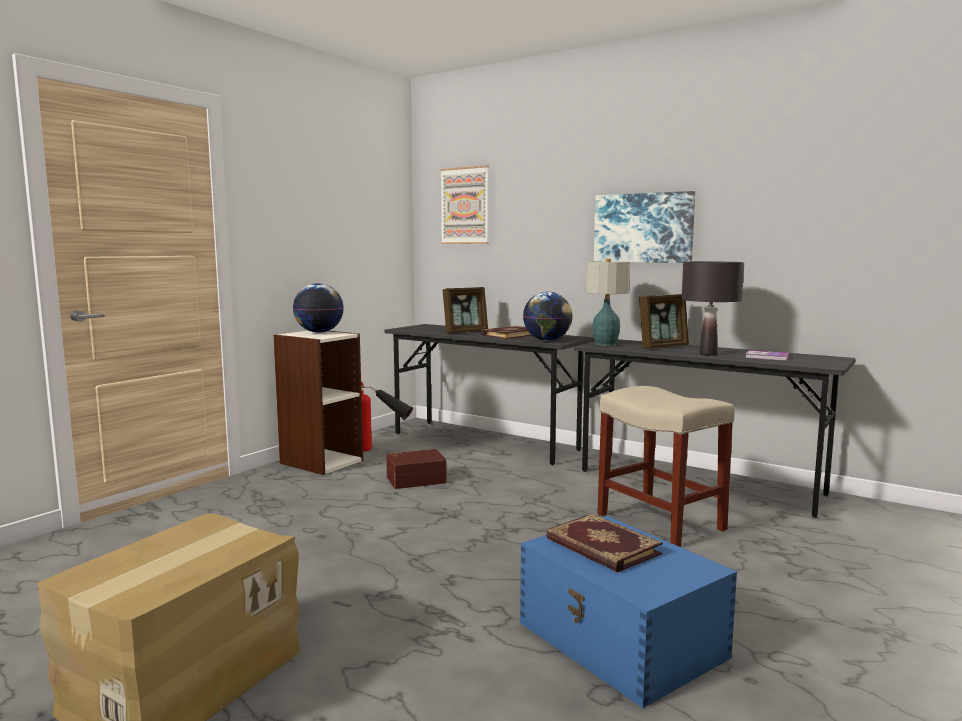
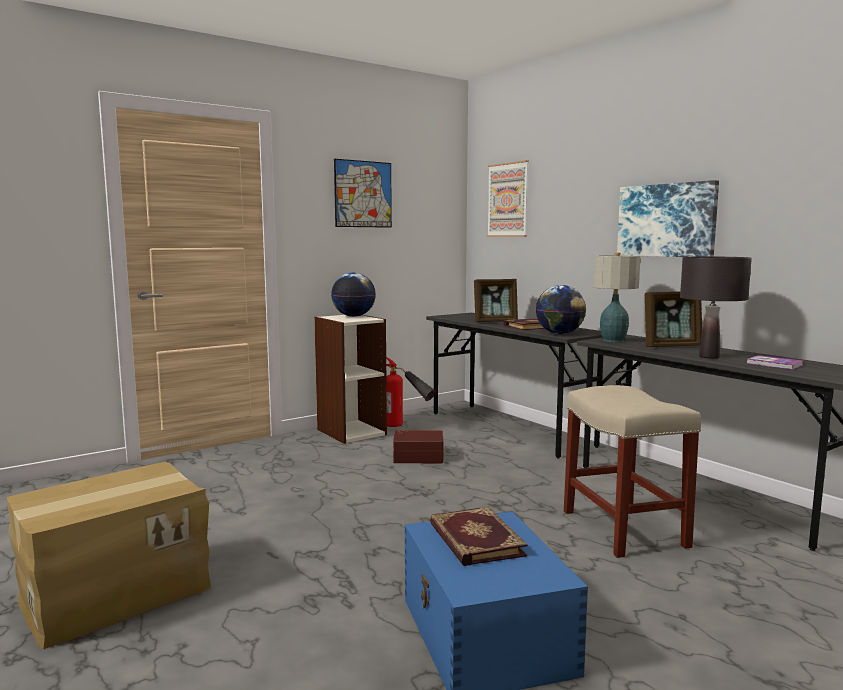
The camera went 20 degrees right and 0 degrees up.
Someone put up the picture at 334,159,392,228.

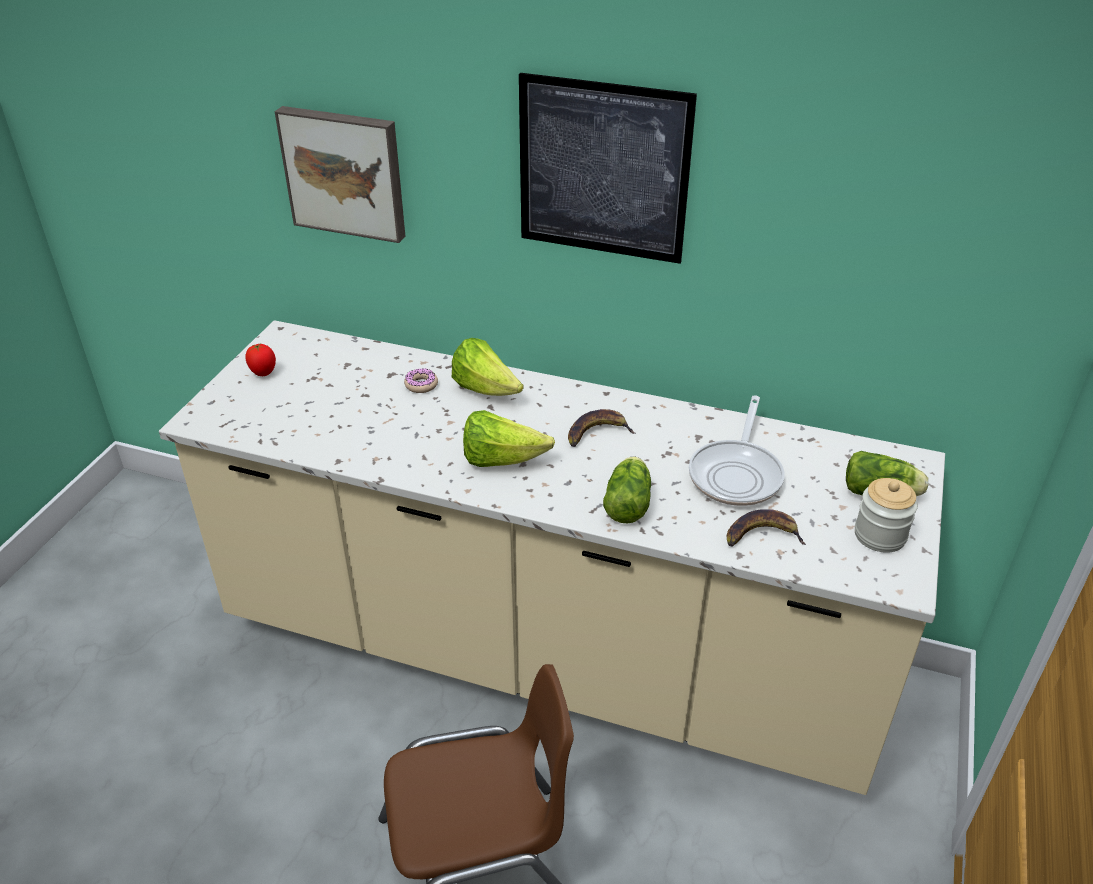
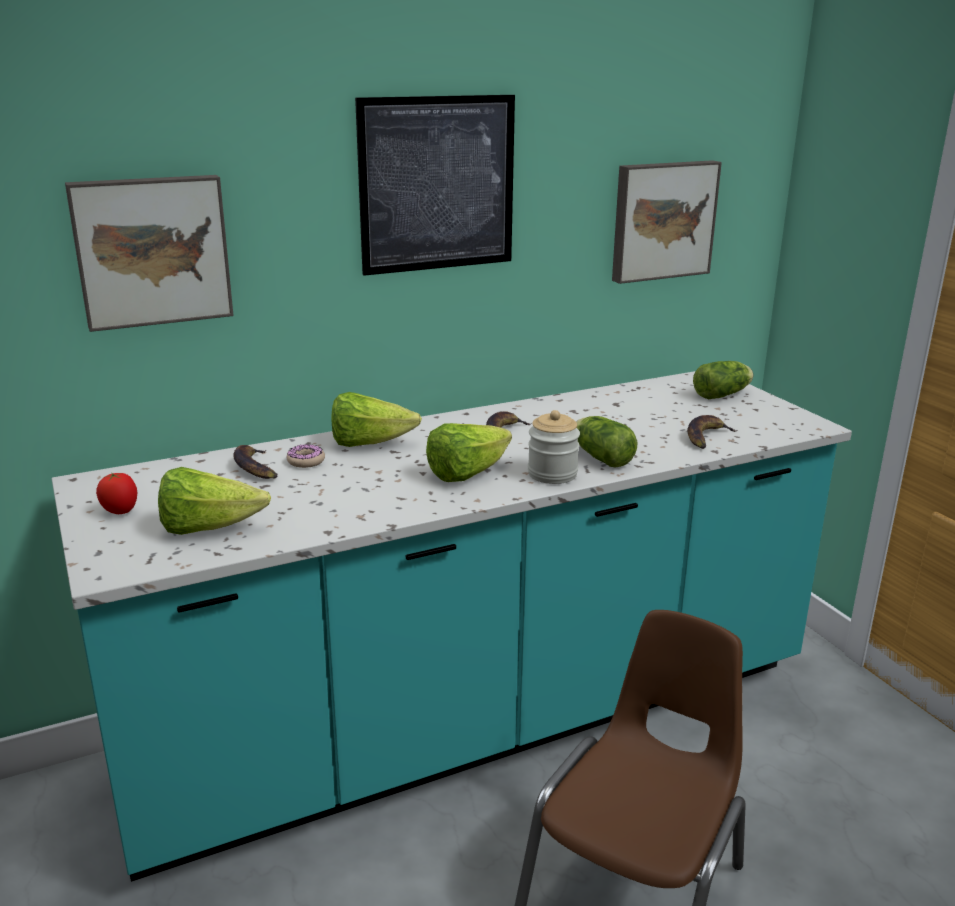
The camera went 45 degrees left and 15 degrees down.
Someone repainted the beige counter at 159,320,945,795, which became the turquoise counter at 52,371,852,882.
Someone put down the lettuce at 158,467,271,535.
Someone put down the banana at 233,445,277,479.
Someone carried the jar from 855,478,918,553 to 528,410,580,484.
Someone put up the picture at 612,160,722,284.
Someone took away the frying pan at 689,395,785,506.

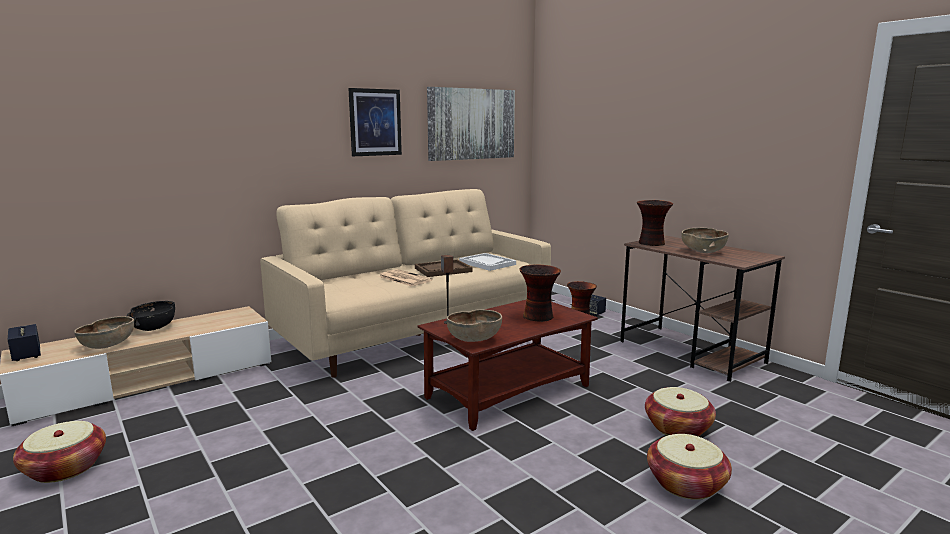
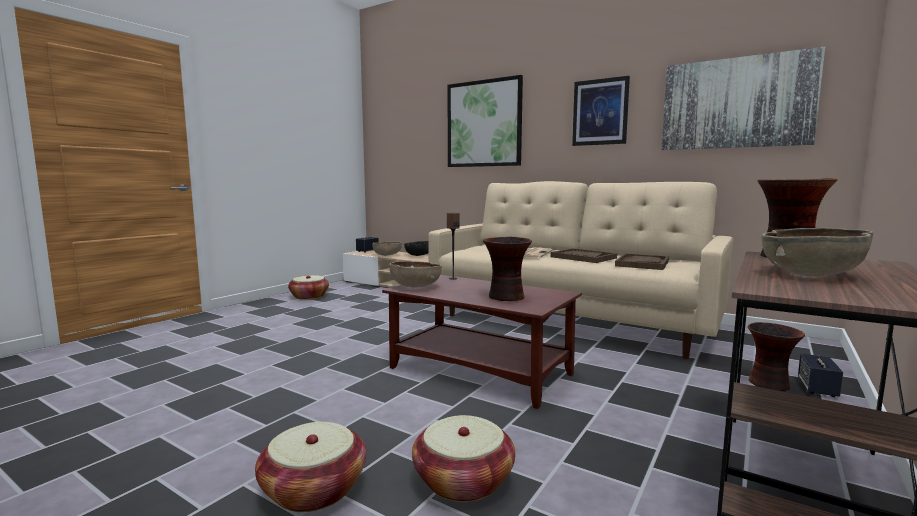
The camera went 70 degrees right and 5 degrees down.
Someone put up the picture at 448,75,523,167.
Someone repainted the white tray at 459,253,516,271, which became the brown tray at 615,253,669,270.

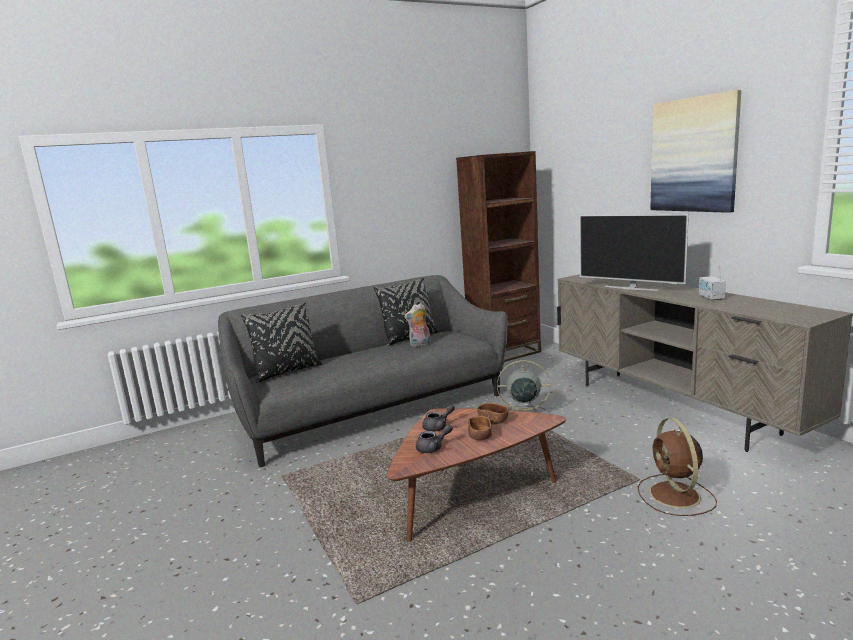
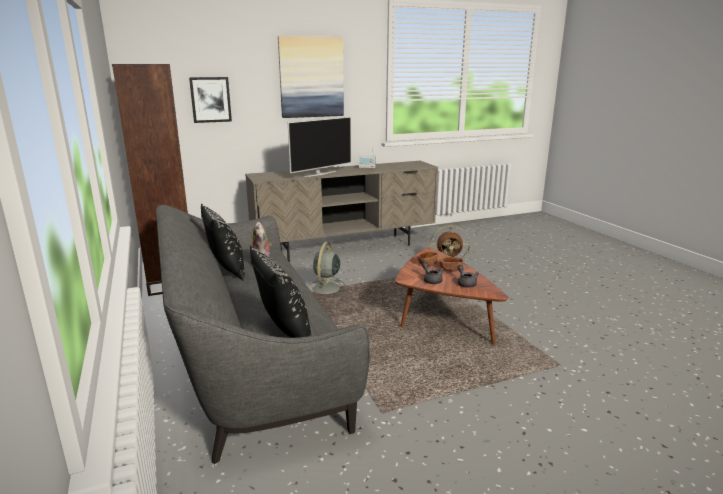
The camera went 85 degrees left and 5 degrees up.
Someone put up the picture at 189,77,232,123.

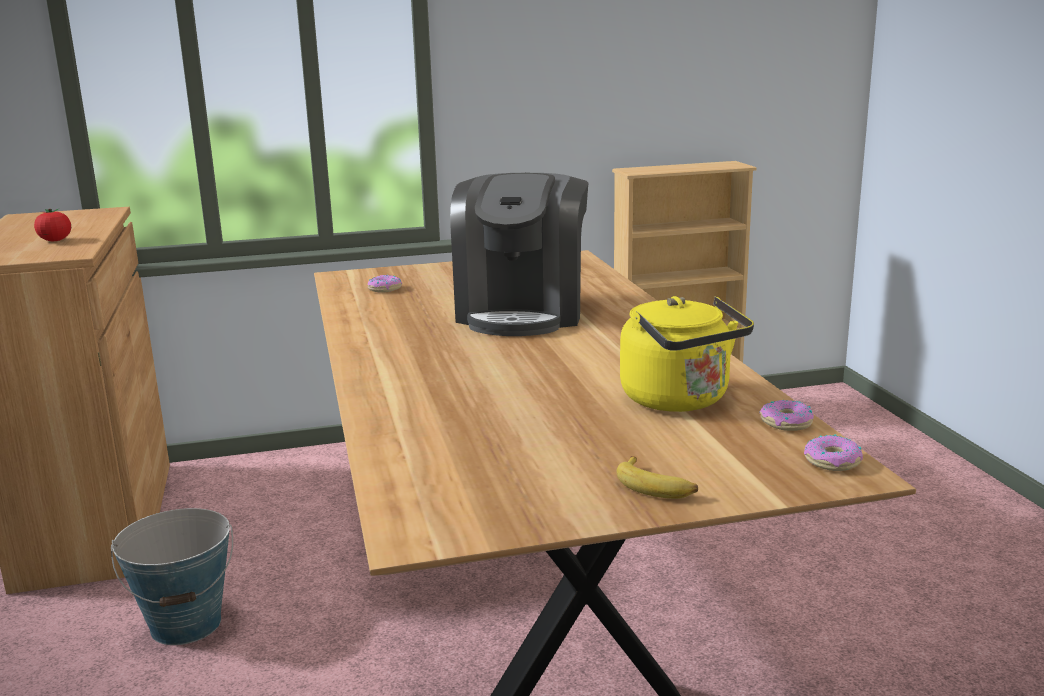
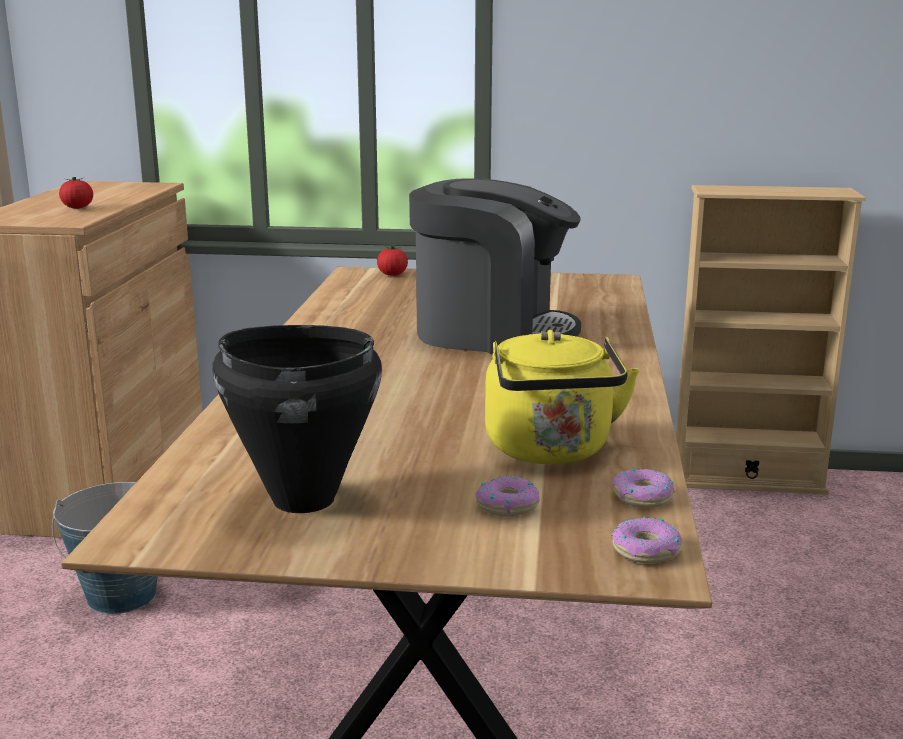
The camera went 20 degrees right and 0 degrees up.
Someone put down the black cooking pot at 212,325,382,513.
Someone put down the tomato at 377,245,408,276.
Someone rotated the coffee machine at 450,173,588,336 by 105 degrees counterclockwise.
Someone carried the donut from 368,275,402,293 to 476,476,540,517.
Someone took away the banana at 616,456,698,499.

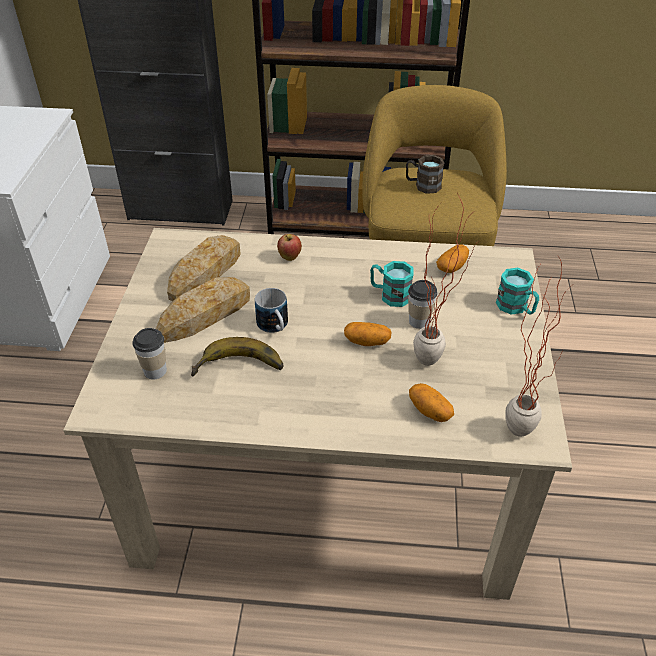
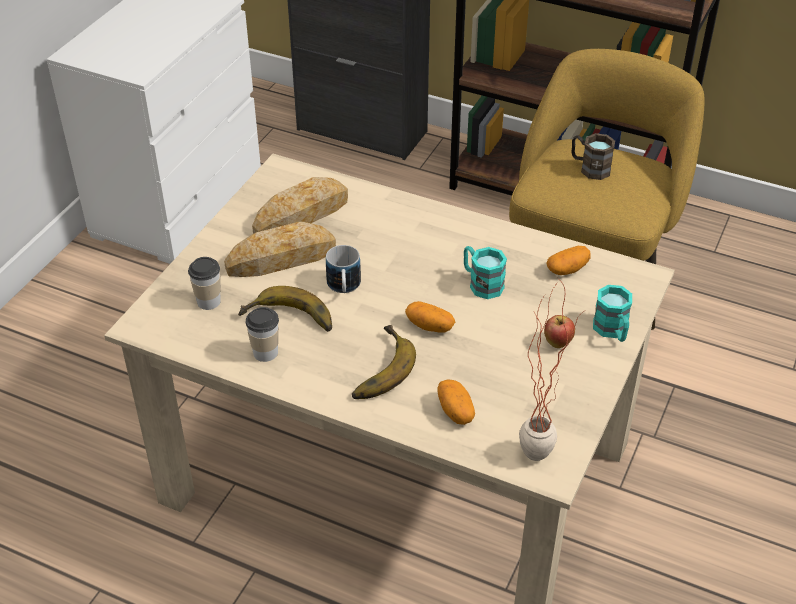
The camera went 20 degrees right and 0 degrees up.
Someone carried the cup from 408,280,437,329 to 246,307,279,362.
Someone put down the banana at 352,325,416,399.
Someone carried the apple from 277,234,302,261 to 544,315,575,348.
Someone took away the potted plant at 413,193,480,366.

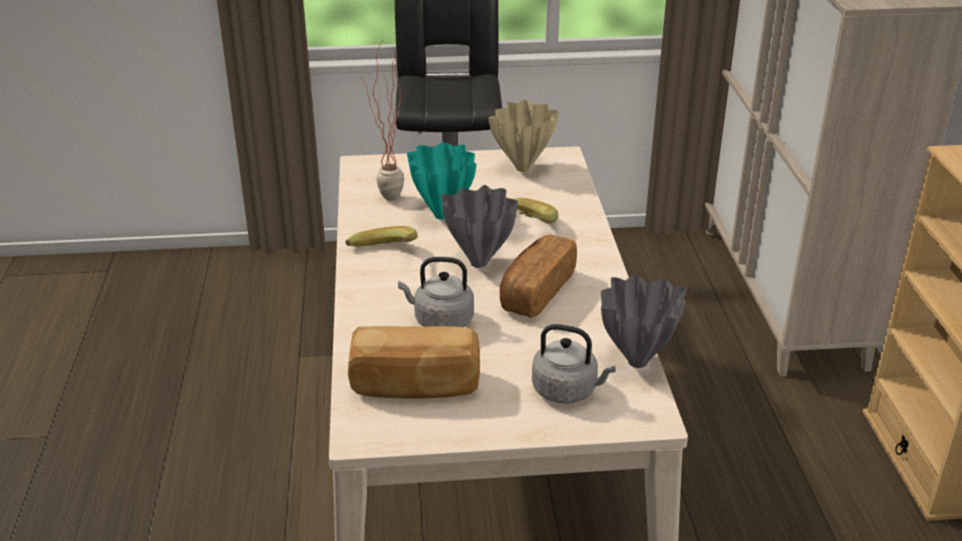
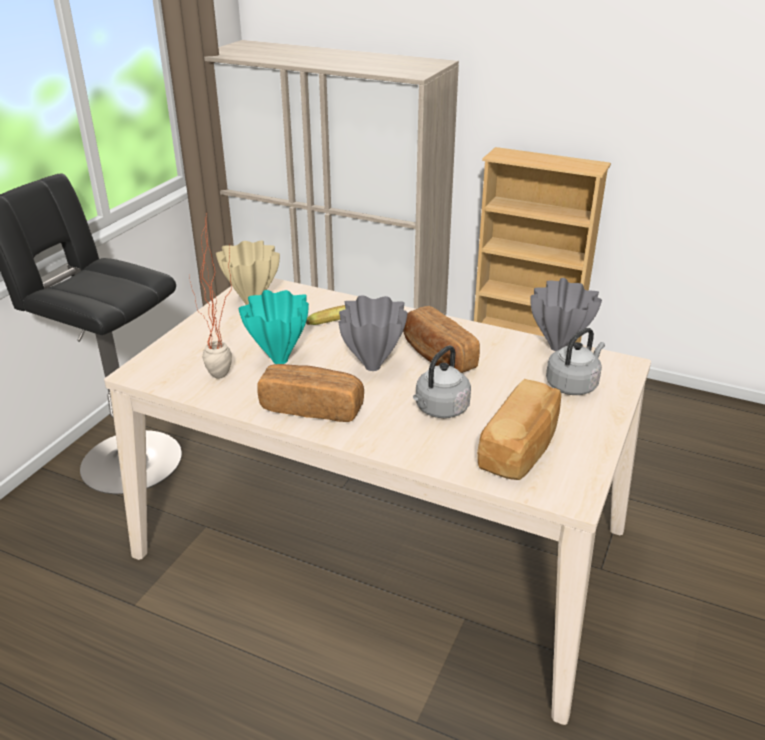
The camera went 60 degrees left and 0 degrees up.
Someone swapped the banana at 346,226,418,247 for the bread at 258,364,364,422.

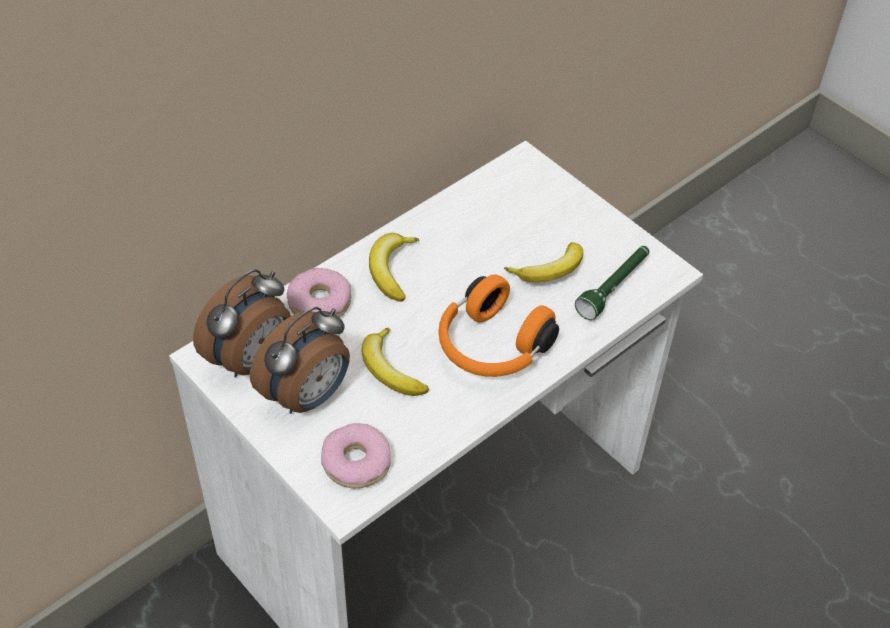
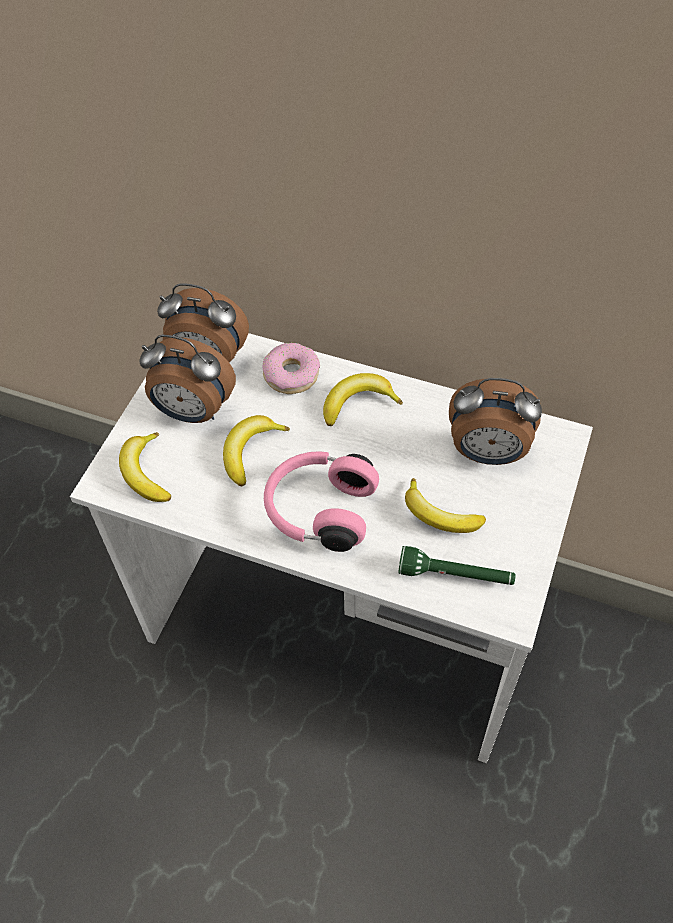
The camera went 65 degrees right and 5 degrees up.
Someone swapped the donut at 321,423,391,488 for the banana at 119,432,171,502.
Someone repainted the orange headphones at 438,274,559,377, which became the pink headphones at 264,451,379,552.
Someone put down the alarm clock at 449,378,542,465.

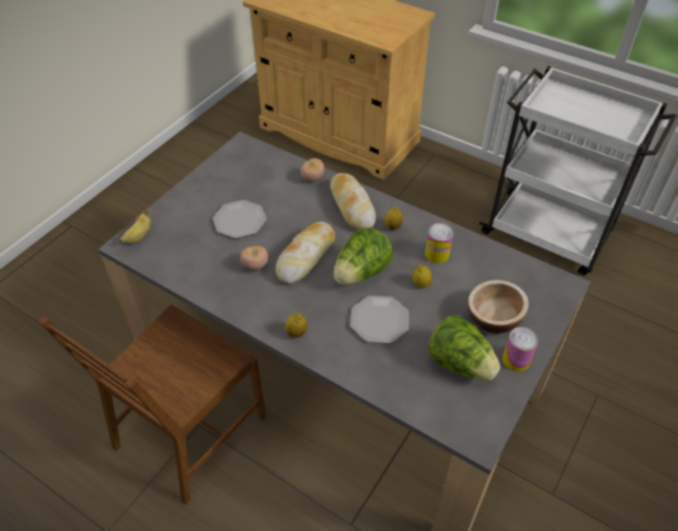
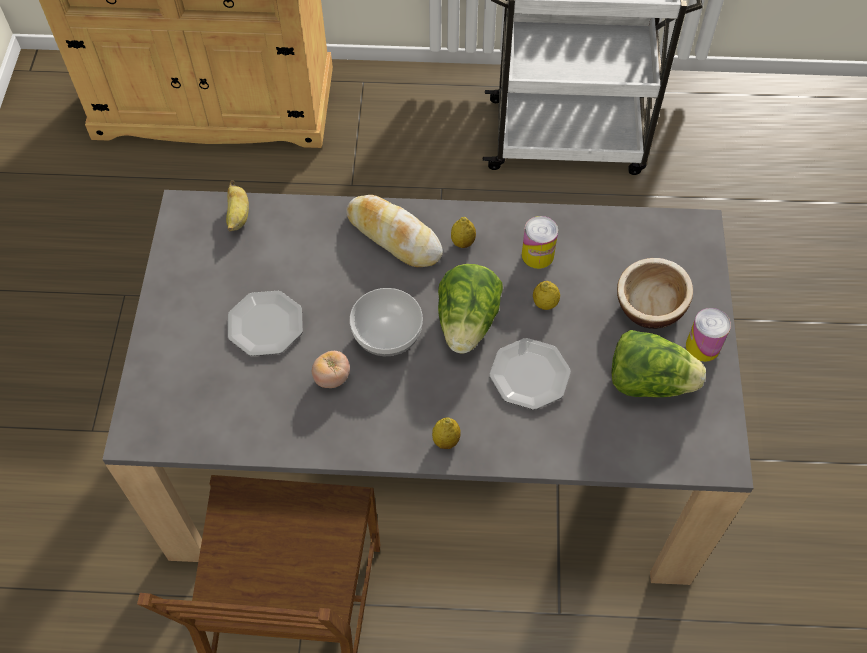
The camera went 30 degrees left and 10 degrees up.
Someone carried the banana from 119,210,151,244 to 226,180,249,231.
Someone swapped the bread at 275,222,335,284 for the bowl at 350,288,423,356.
Someone took away the tomato at 301,158,325,182.

